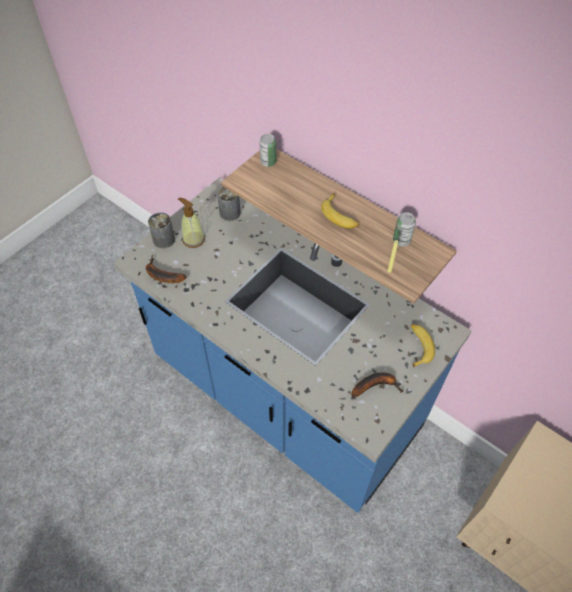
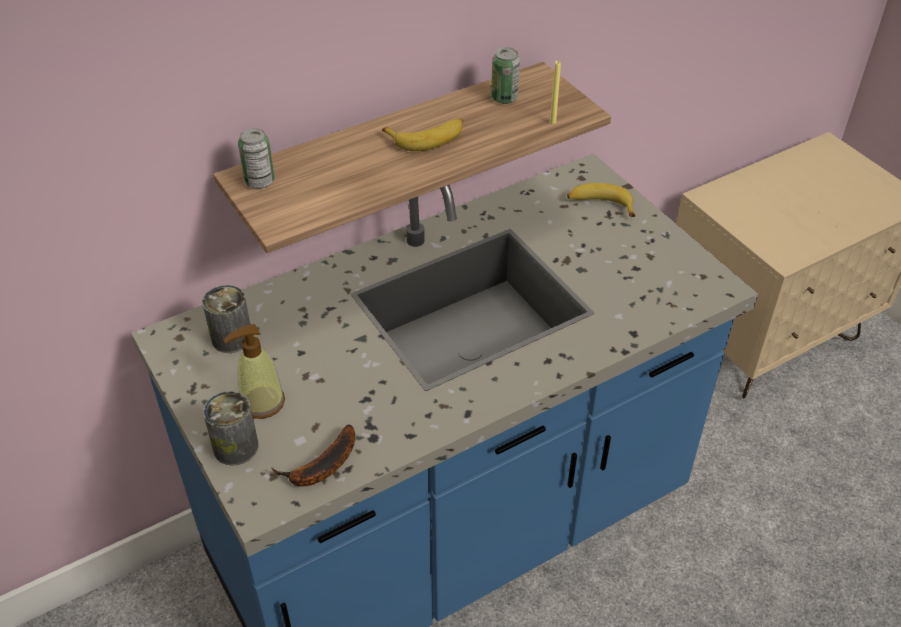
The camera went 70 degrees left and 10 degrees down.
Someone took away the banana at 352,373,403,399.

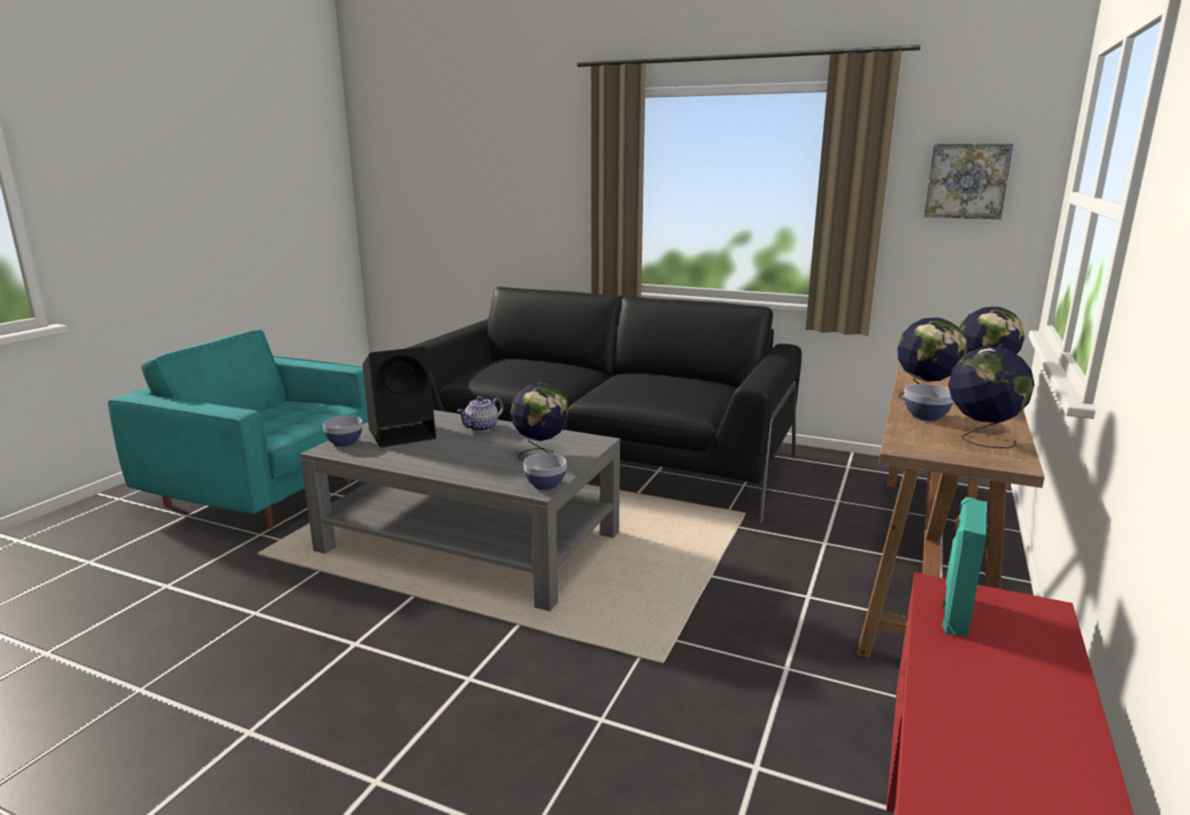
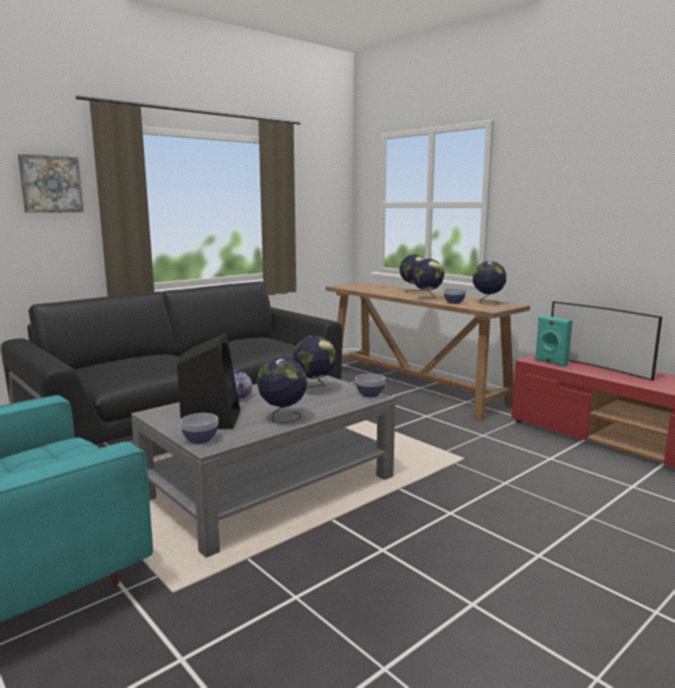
The camera went 65 degrees left and 5 degrees down.
Someone carried the picture from 924,144,1013,219 to 18,154,83,213.
Someone put down the globe at 257,357,307,423.
Someone put down the television at 551,301,662,381.

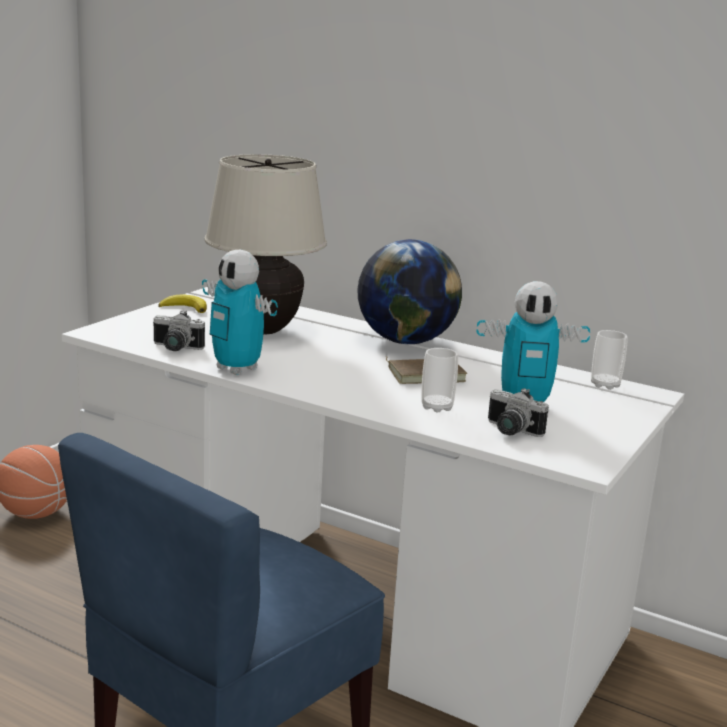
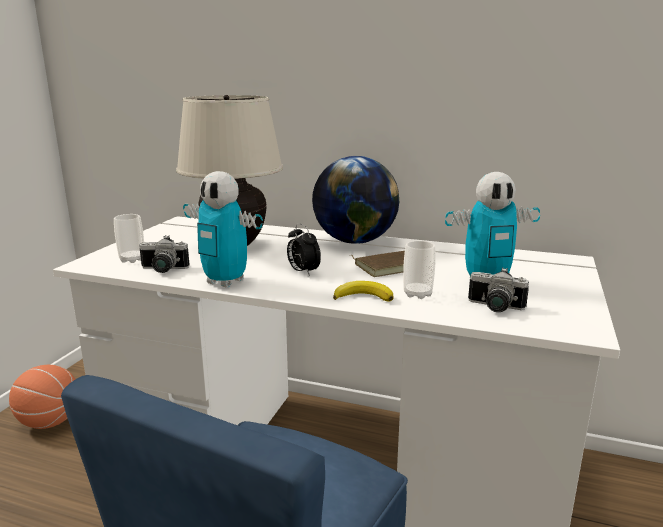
The camera went 10 degrees left and 0 degrees up.
Someone carried the cup from 591,330,628,390 to 114,214,144,263.
Someone put down the alarm clock at 287,224,321,276.
Someone carried the banana from 158,294,207,313 to 333,281,394,302.

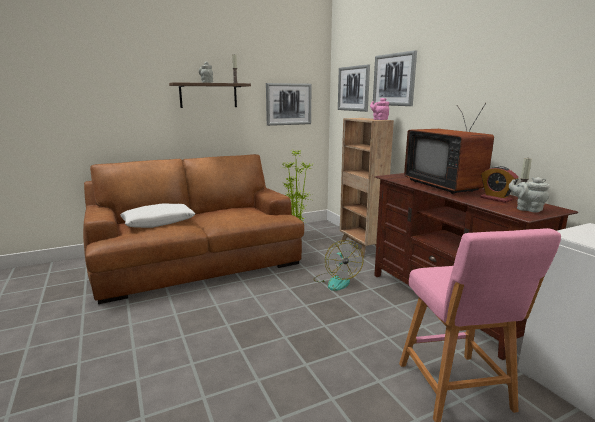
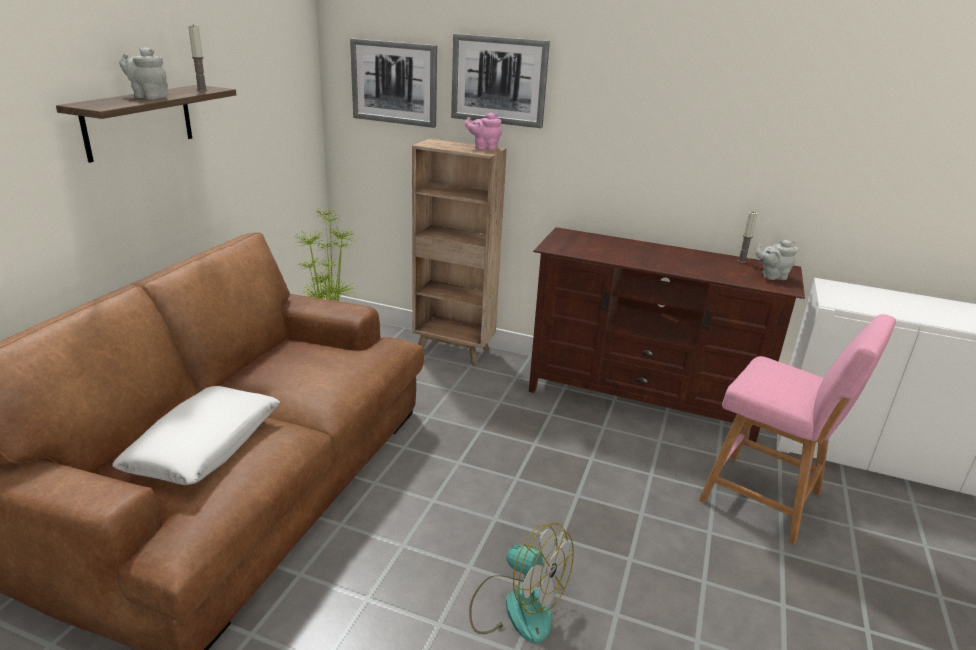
The camera went 45 degrees left and 10 degrees up.
Someone carried the fan from 313,240,364,291 to 469,522,574,643.
Someone took away the picture at 266,83,312,126.
Someone took away the television at 404,103,494,194.
Someone took away the alarm clock at 480,166,519,203.

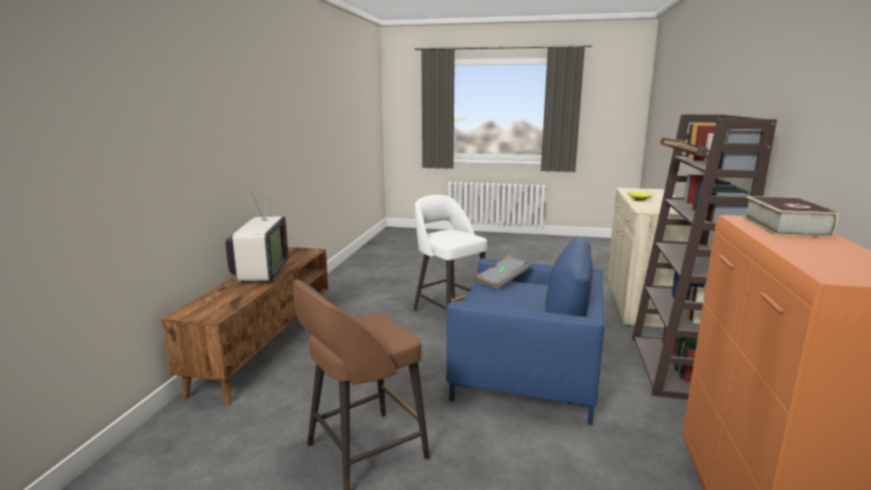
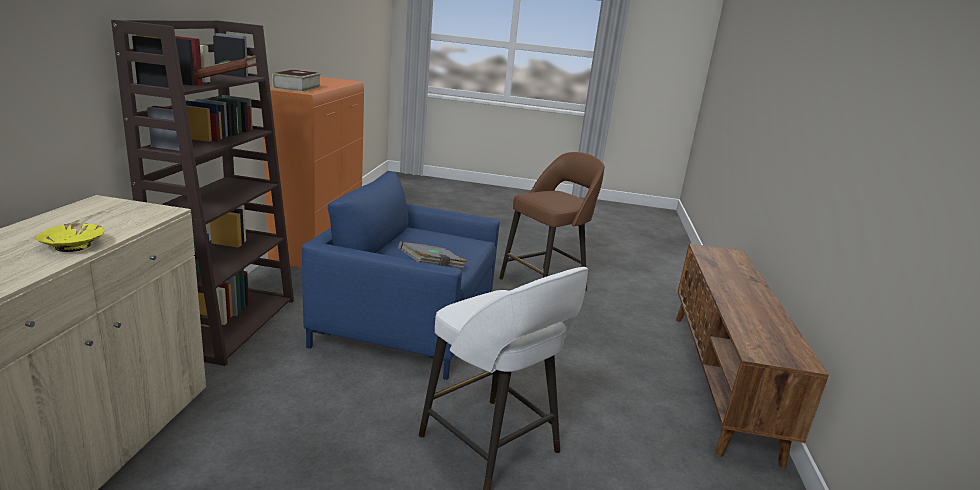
The camera went 175 degrees right and 5 degrees up.
Someone took away the television at 226,184,289,284.

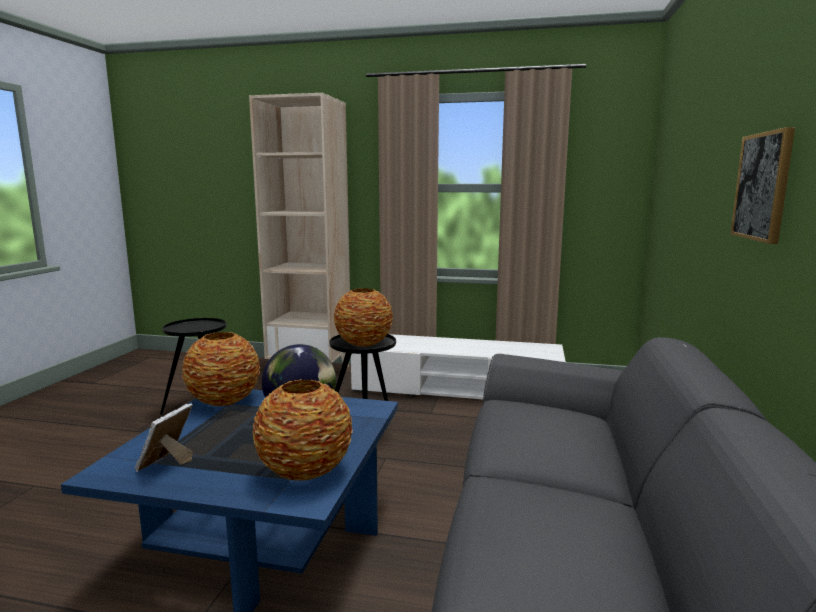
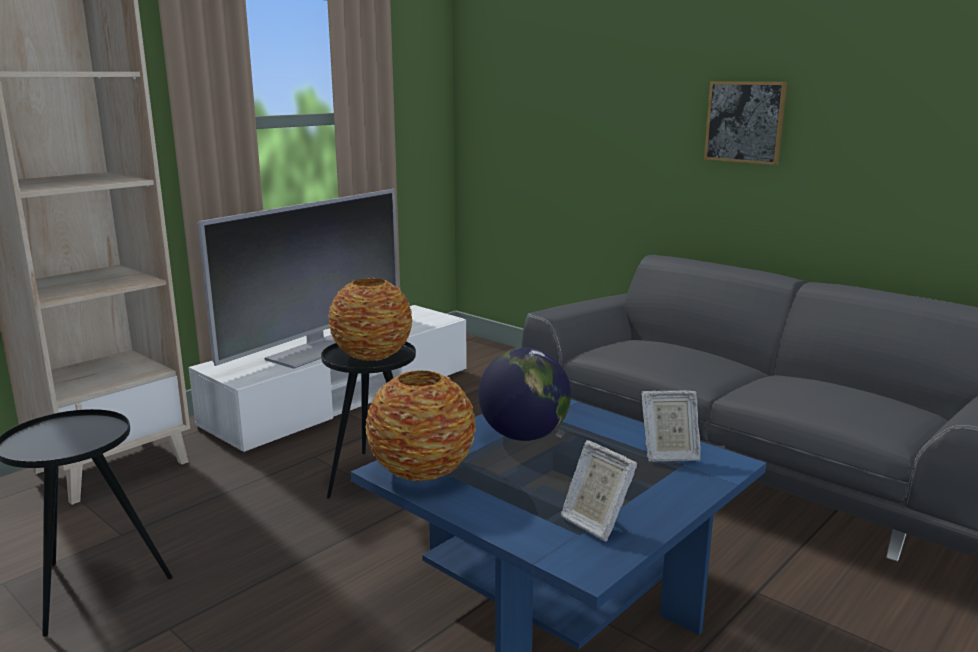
The camera went 60 degrees left and 5 degrees up.
Someone put down the television at 197,189,398,369.
Someone swapped the vase at 252,379,353,481 for the picture frame at 641,390,700,462.

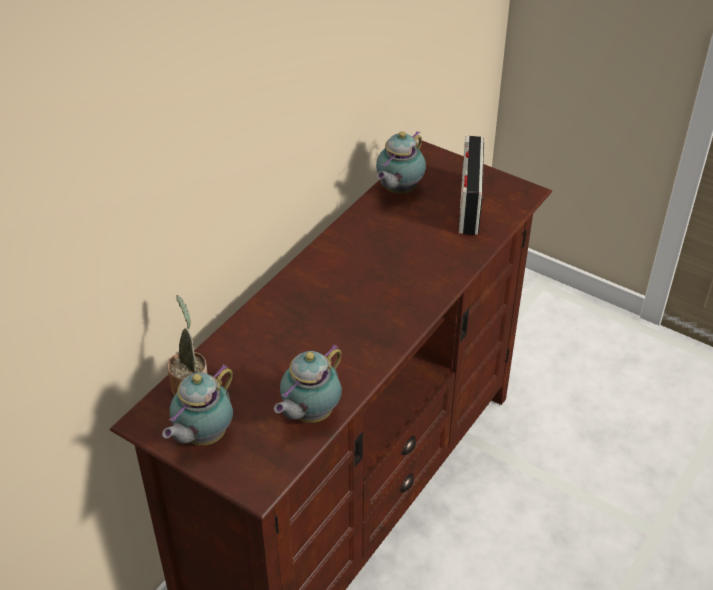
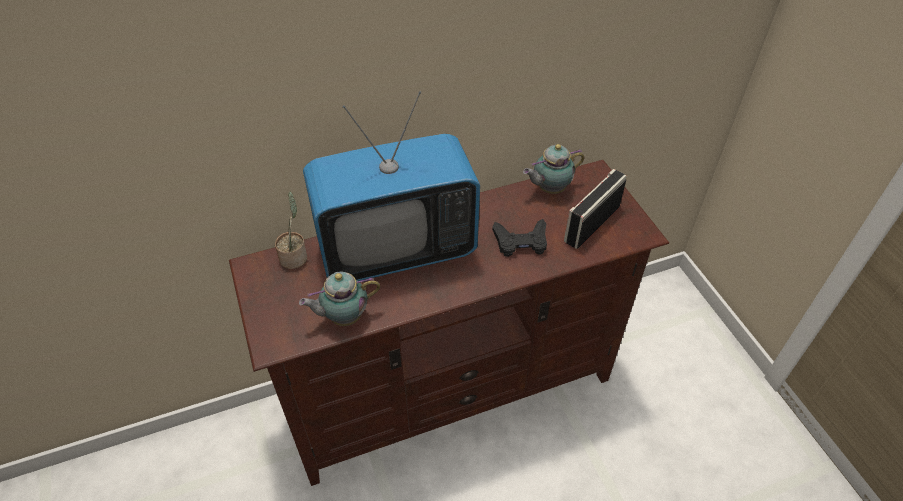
The camera went 35 degrees right and 5 degrees up.
Someone put down the television at 303,91,480,281.
Someone put down the black game controller at 492,219,547,257.
Someone took away the teapot at 162,364,233,445.

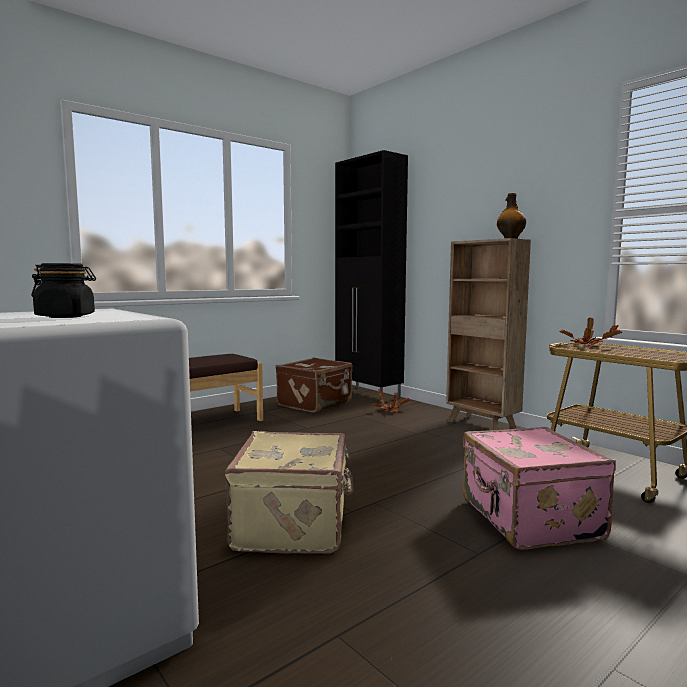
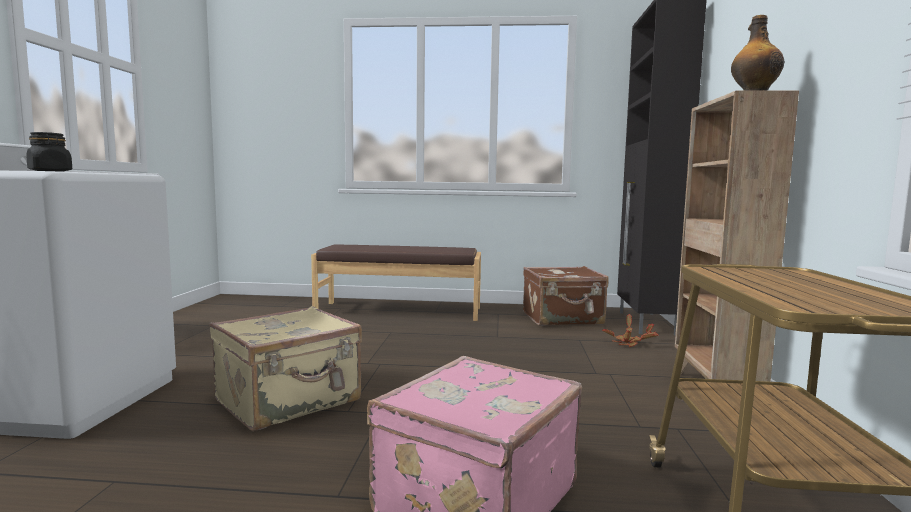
The camera went 45 degrees right and 0 degrees up.
Someone took away the potted plant at 560,318,622,346.

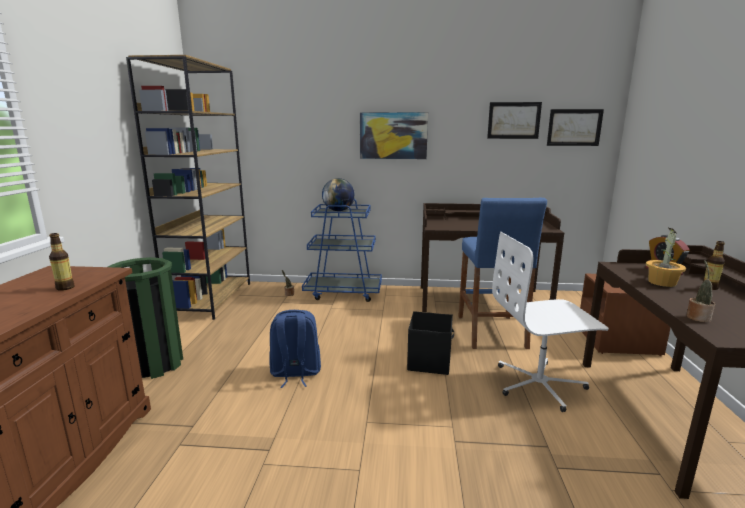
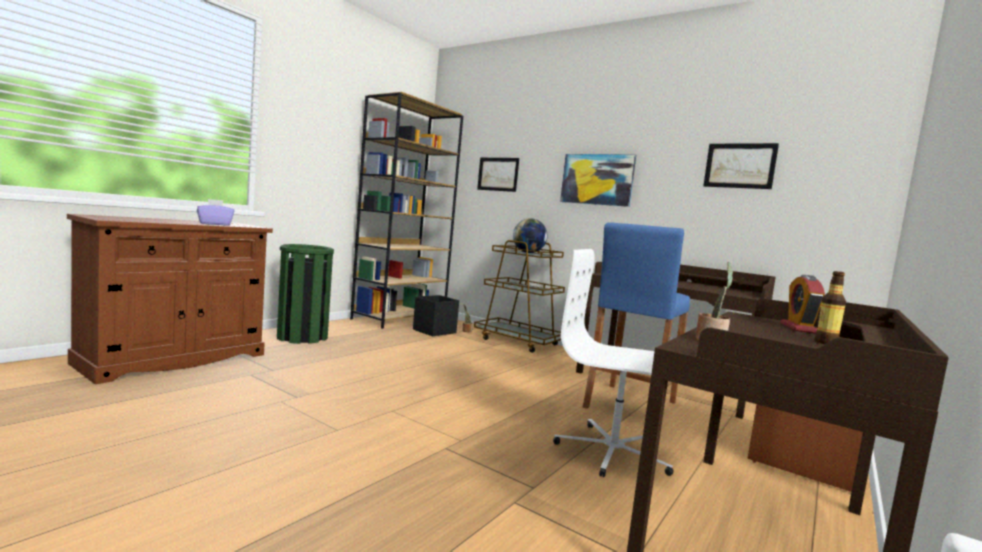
The camera went 30 degrees right and 10 degrees down.
Someone swapped the bottle at 49,233,75,291 for the purple tissue box at 197,199,234,226.
Someone carried the black storage box from 407,311,454,375 to 413,295,459,336.
Someone repainted the blue cart at 302,199,382,302, which became the brown cart at 474,240,565,353.
Someone carried the picture from 547,109,604,146 to 477,158,519,192.
Someone took away the blue backpack at 269,310,321,388.
Someone took away the potted plant at 646,228,686,287.

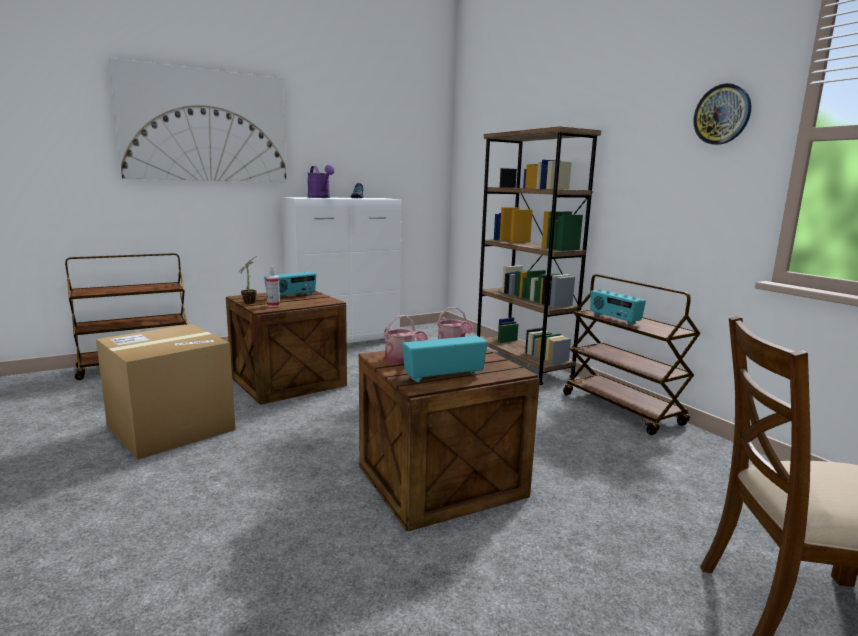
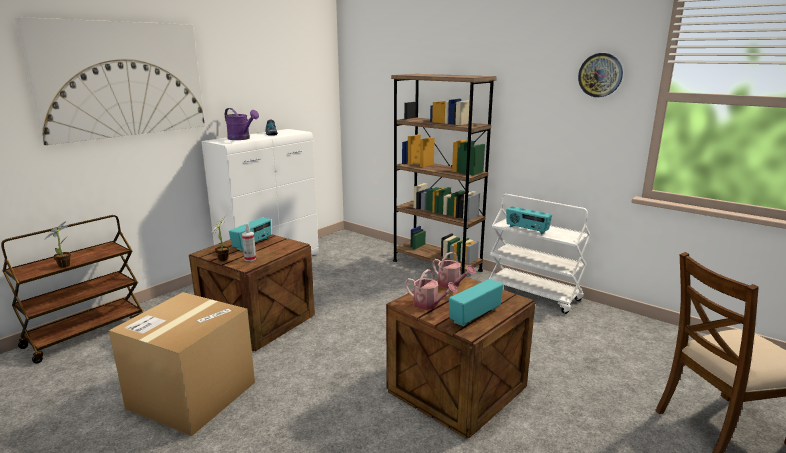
The camera went 20 degrees left and 5 degrees up.
Someone put down the potted plant at 44,221,71,268.
Someone repainted the brown cart at 563,274,701,435, which became the white cart at 489,194,590,314.

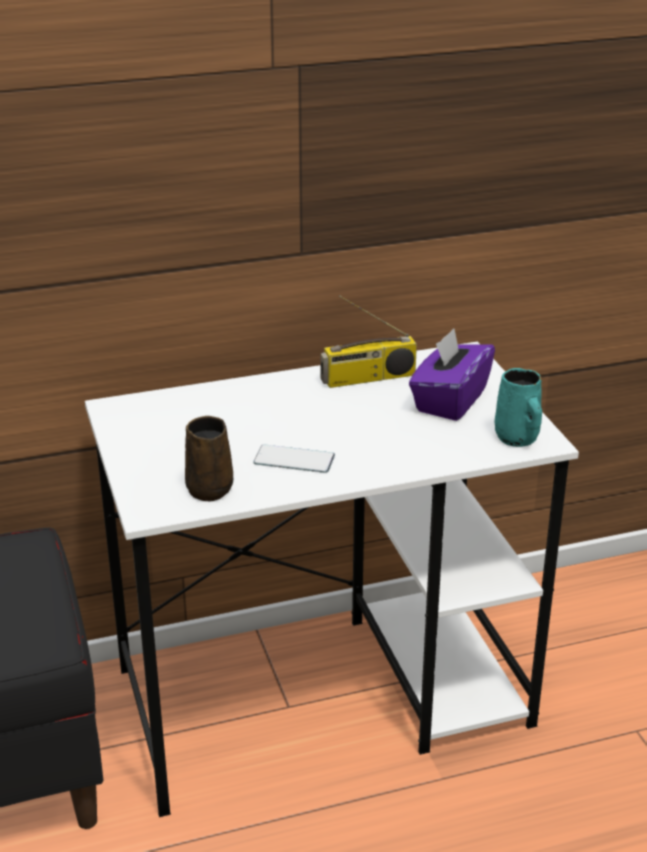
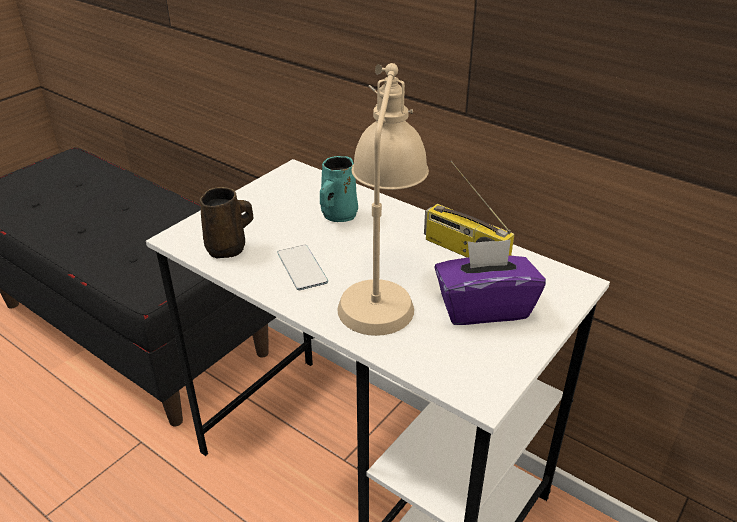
The camera went 55 degrees right and 5 degrees up.
Someone carried the turquoise mug from 494,368,542,447 to 320,156,358,222.
Someone put down the beige table lamp at 337,63,429,336.

